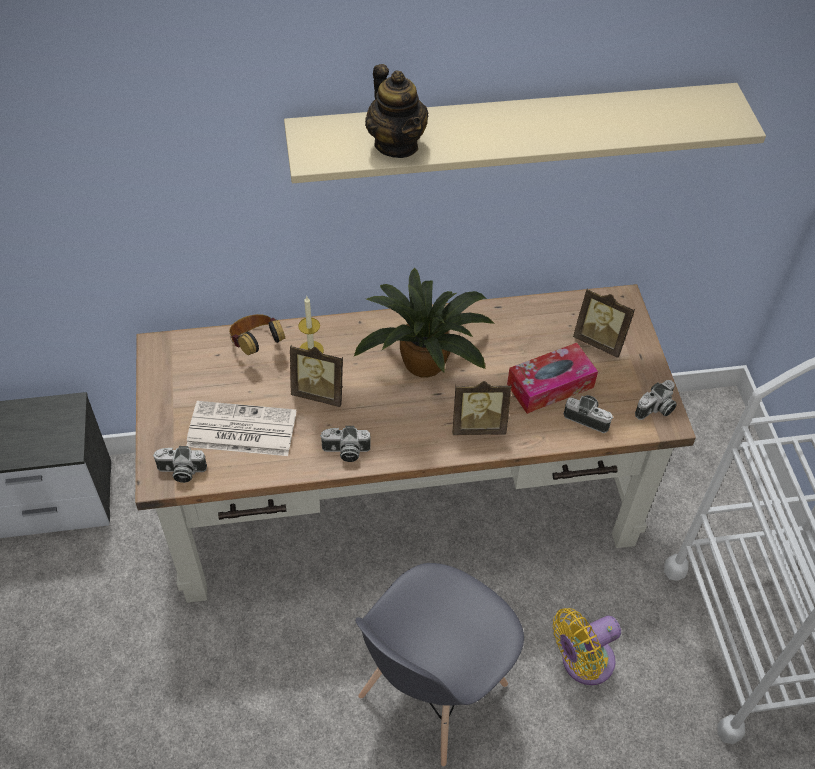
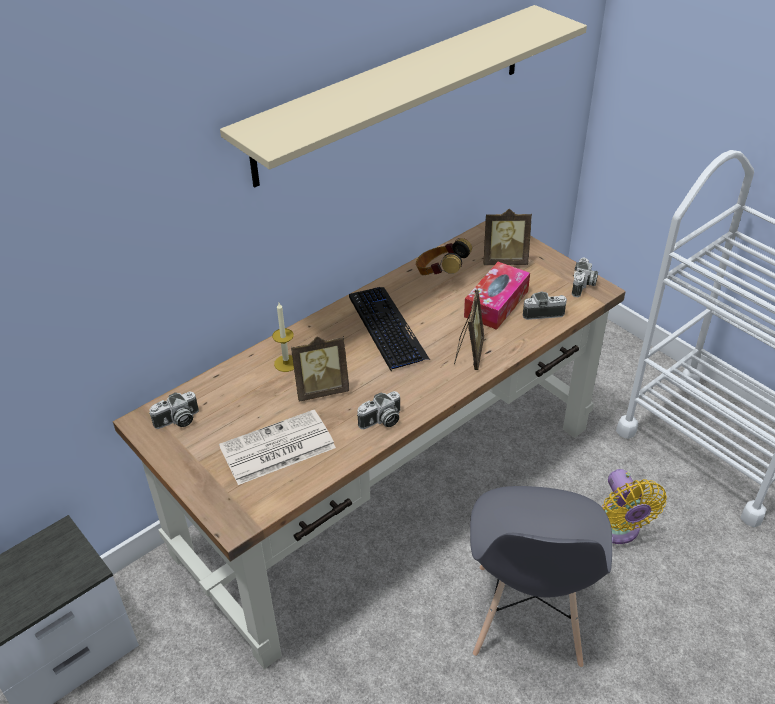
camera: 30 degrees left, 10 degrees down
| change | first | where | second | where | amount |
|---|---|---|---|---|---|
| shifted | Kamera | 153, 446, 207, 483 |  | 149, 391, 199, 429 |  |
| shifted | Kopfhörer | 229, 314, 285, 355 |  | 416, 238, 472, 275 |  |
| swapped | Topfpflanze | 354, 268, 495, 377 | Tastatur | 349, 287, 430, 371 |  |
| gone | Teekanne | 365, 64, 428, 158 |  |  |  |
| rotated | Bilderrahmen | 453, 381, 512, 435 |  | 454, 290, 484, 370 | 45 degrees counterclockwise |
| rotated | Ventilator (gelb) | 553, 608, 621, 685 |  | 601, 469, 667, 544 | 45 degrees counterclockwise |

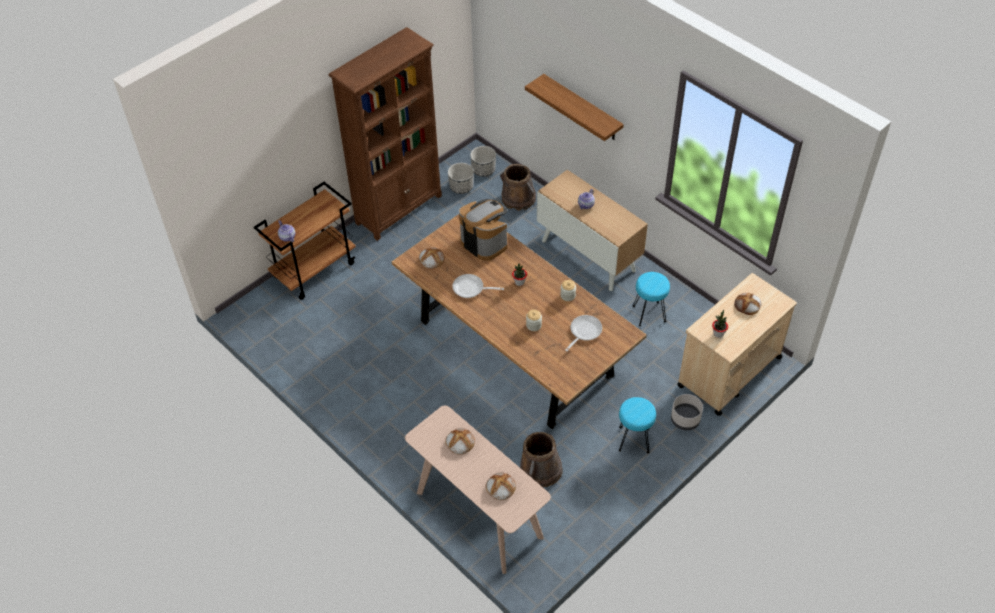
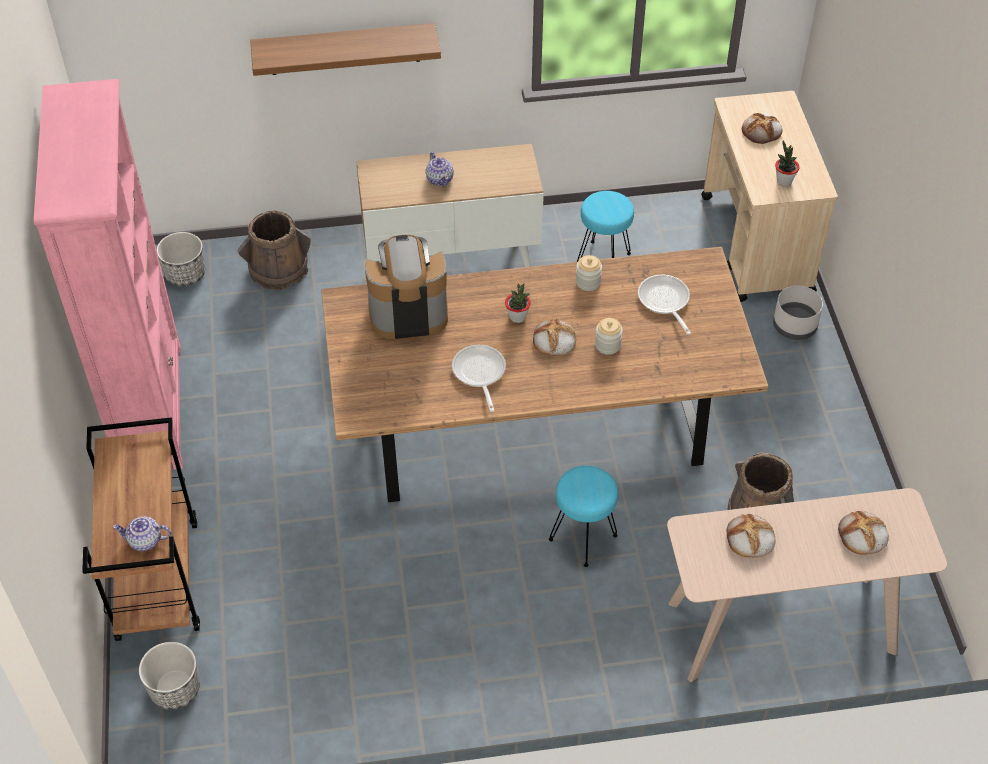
camera: 55 degrees left, 0 degrees up
| change | first | where | second | where | amount |
|---|---|---|---|---|---|
| repainted | Bücherregal (braun) | 329, 27, 442, 241 | Bücherregal (rosa) | 34, 79, 183, 470 |  |
| shifted | Brot | 419, 247, 445, 269 |  | 533, 319, 576, 356 |  |
| shifted | Pflanzkübel | 448, 163, 474, 194 |  | 139, 642, 200, 710 |  |
| rotated | Pfanne | 452, 274, 504, 298 |  | 452, 345, 506, 412 | 120 degrees clockwise |
| shifted | Hocker (türkis) | 619, 397, 656, 453 |  | 549, 466, 618, 567 |  |

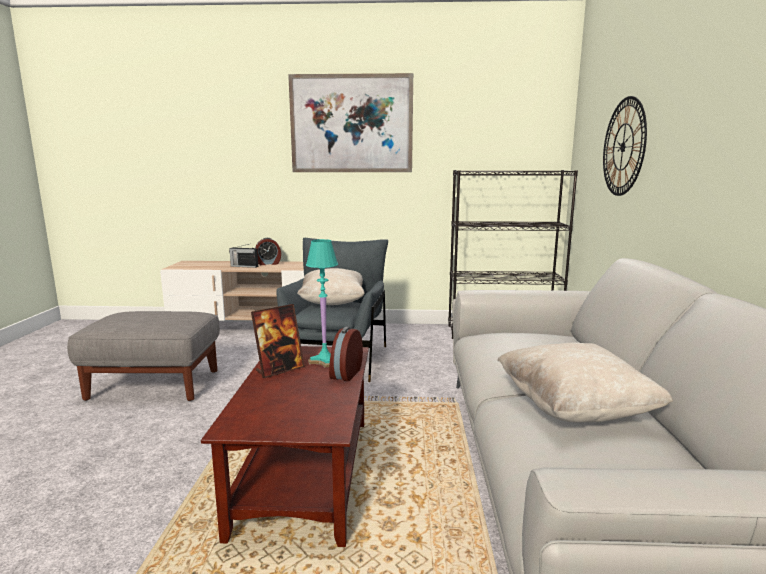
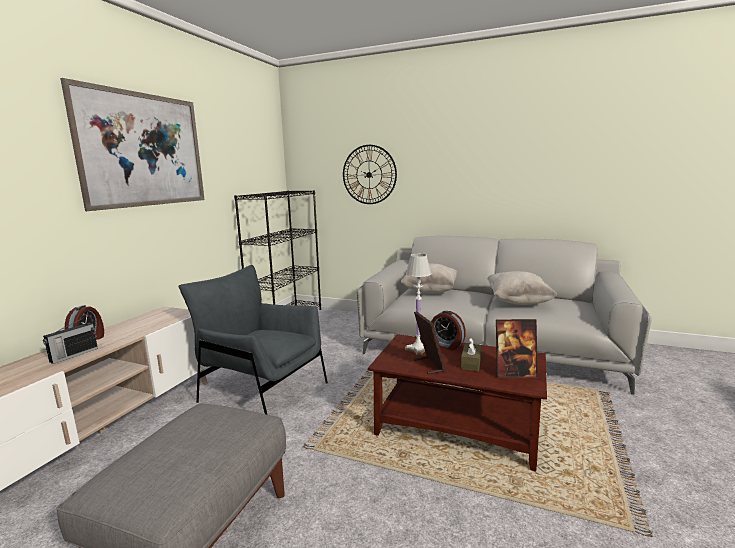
camera: 70 degrees left, 0 degrees up
| change | first | where | second | where | amount |
|---|---|---|---|---|---|
| shifted | Kissen (beige) | 297, 268, 365, 305 |  | 400, 263, 457, 294 |  |
| repainted | Tischlampe (türkis) | 306, 239, 338, 368 | Tischlampe (weiß) | 405, 254, 431, 355 |  |
| new |  |  | Taschentuchbox (braun) | 461, 337, 482, 371 |  |
| new |  |  | Bilderrahmen | 494, 319, 538, 378 |  |

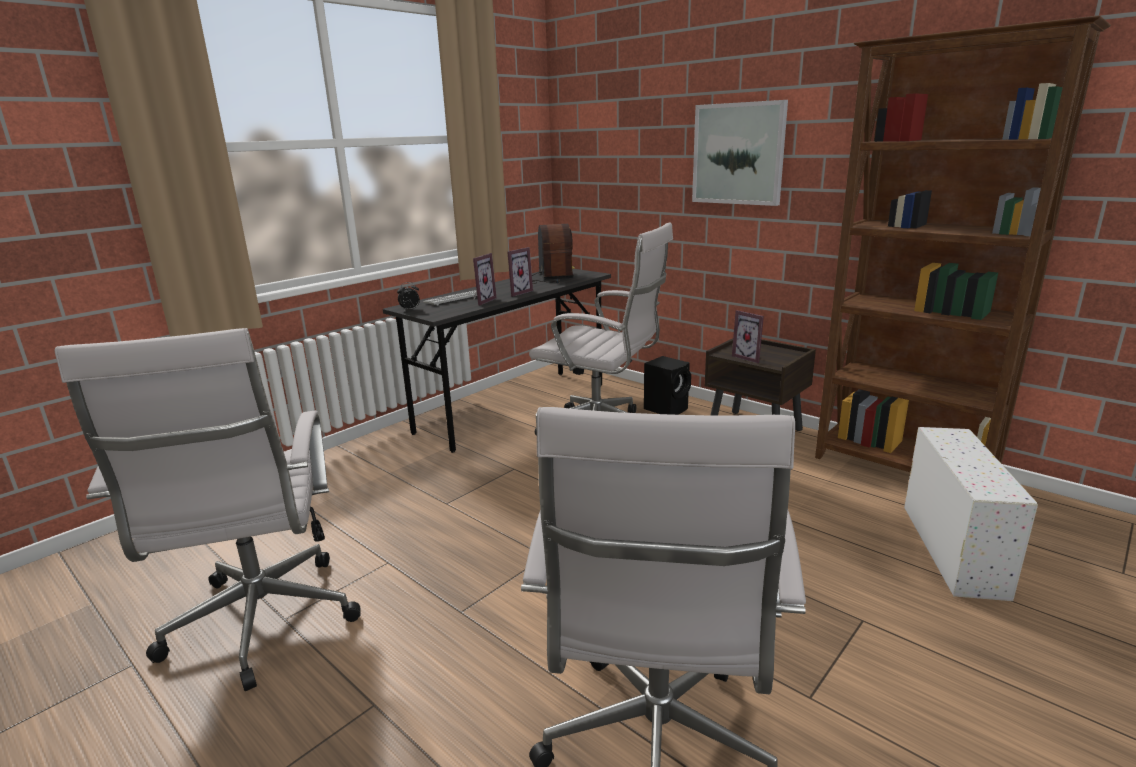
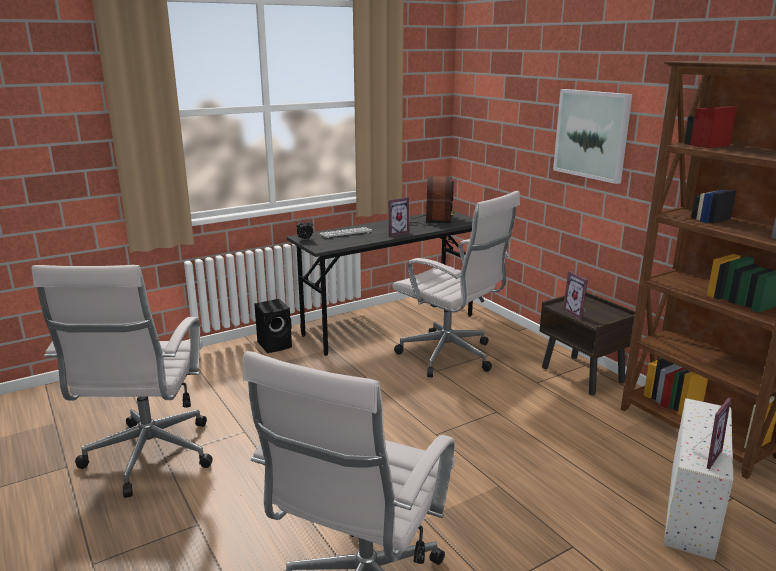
camera: 15 degrees right, 0 degrees up
| change | first | where | second | where | amount |
|---|---|---|---|---|---|
| shifted | Bilderrahmen | 473, 253, 497, 305 |  | 692, 397, 731, 469 |  |
| shifted | Lautsprecher (schwarz) | 644, 356, 691, 415 |  | 254, 299, 292, 353 |  |

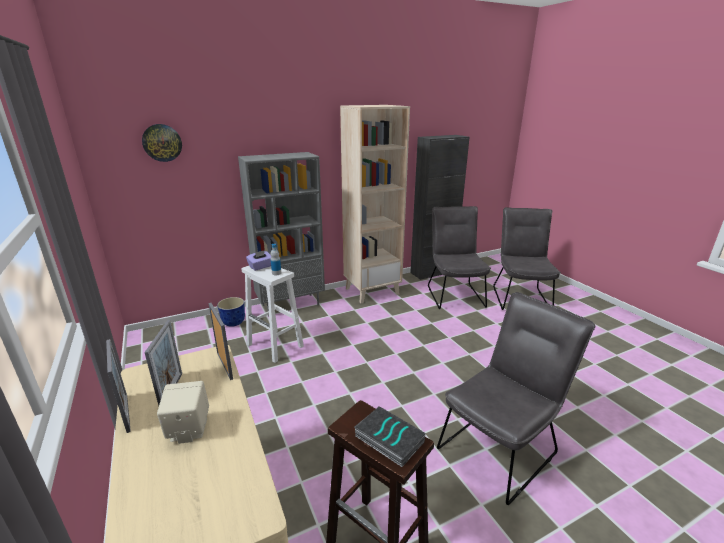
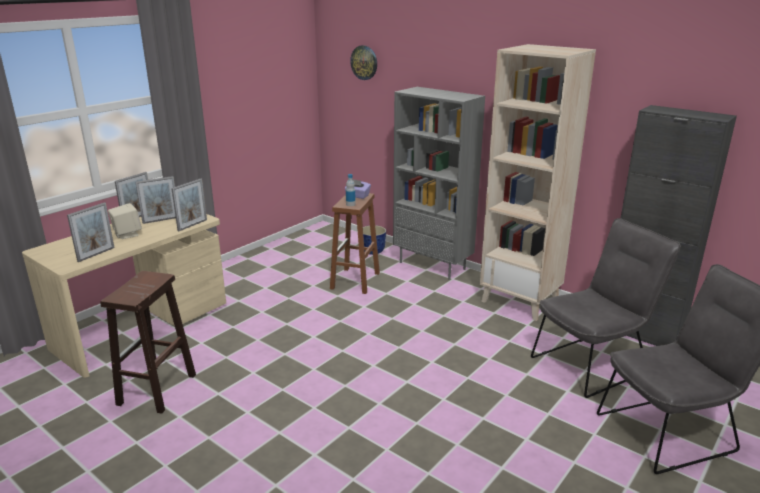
camera: 65 degrees right, 0 degrees up
| change | first | where | second | where | amount |
|---|---|---|---|---|---|
| repainted | Hocker (weiß) | 242, 266, 304, 363 | Hocker (braun) | 330, 193, 380, 294 |  |
| gone | Buch | 354, 406, 426, 467 |  |  |  |
| gone | Stuhl (grau) | 437, 292, 595, 505 |  |  |  |
| new |  |  | Bilderrahmen | 67, 202, 115, 262 |  |

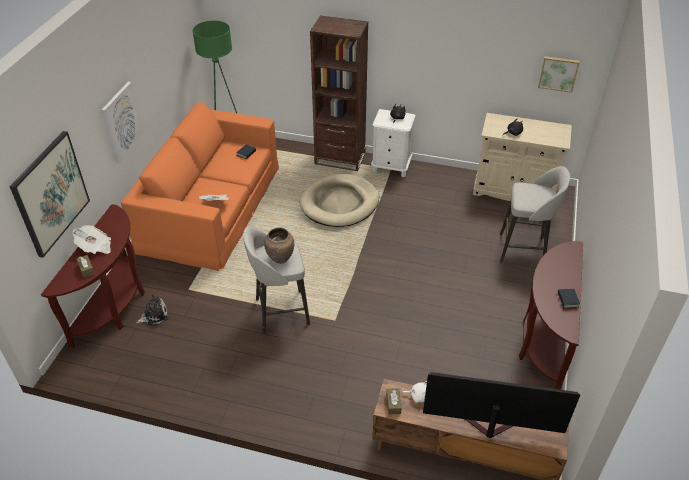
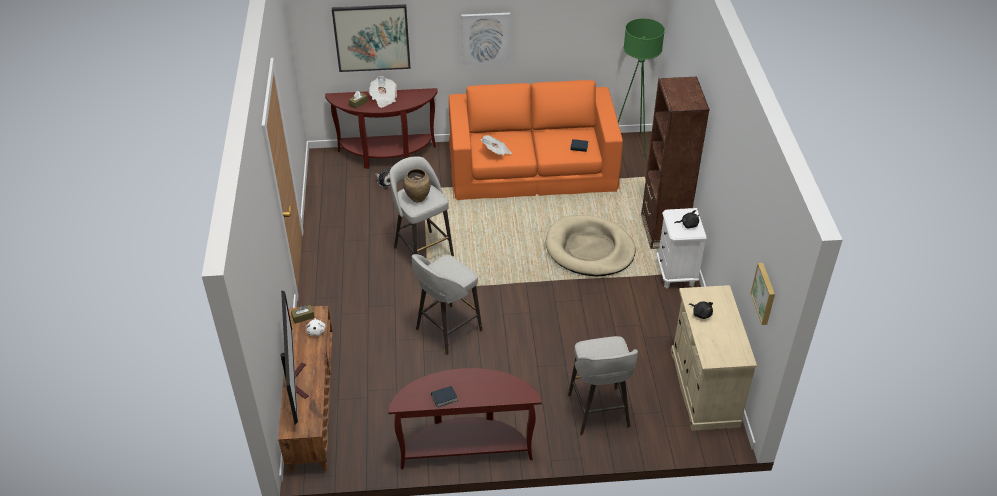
camera: 70 degrees right, 0 degrees up
| change | first | where | second | where | amount |
|---|---|---|---|---|---|
| new |  |  | Hocker (grau) | 412, 254, 483, 355 |  |

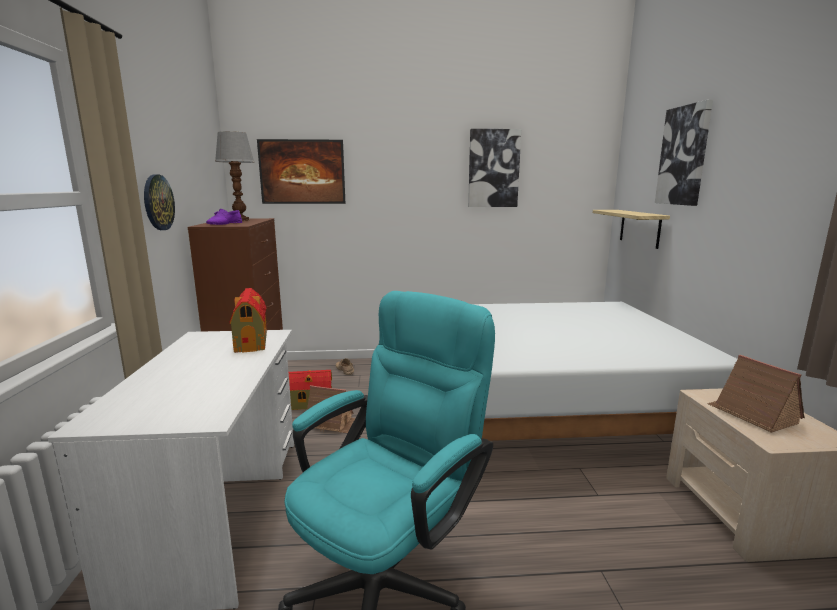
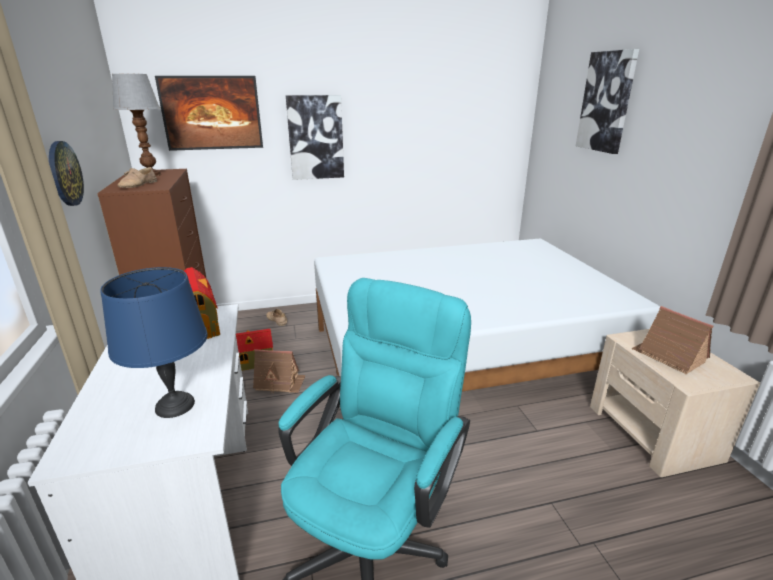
camera: 10 degrees left, 10 degrees up
| change | first | where | second | where | amount |
|---|---|---|---|---|---|
| repainted | Schuh (lila) | 206, 209, 242, 225 | Schuh (beige) | 117, 167, 157, 188 |  |
| shifted | Bild | 468, 129, 521, 207 |  | 286, 95, 344, 180 |  |
| gone | Wandregal | 593, 210, 670, 249 |  |  |  |
| new |  |  | Tischlampe (blau) | 101, 267, 208, 418 |  |

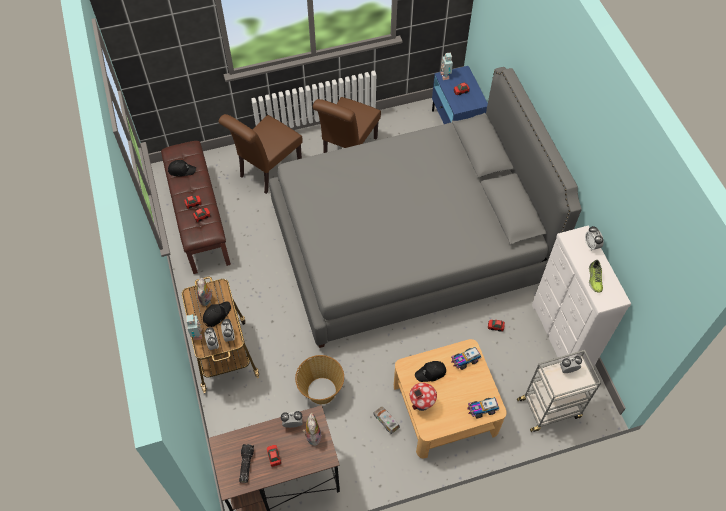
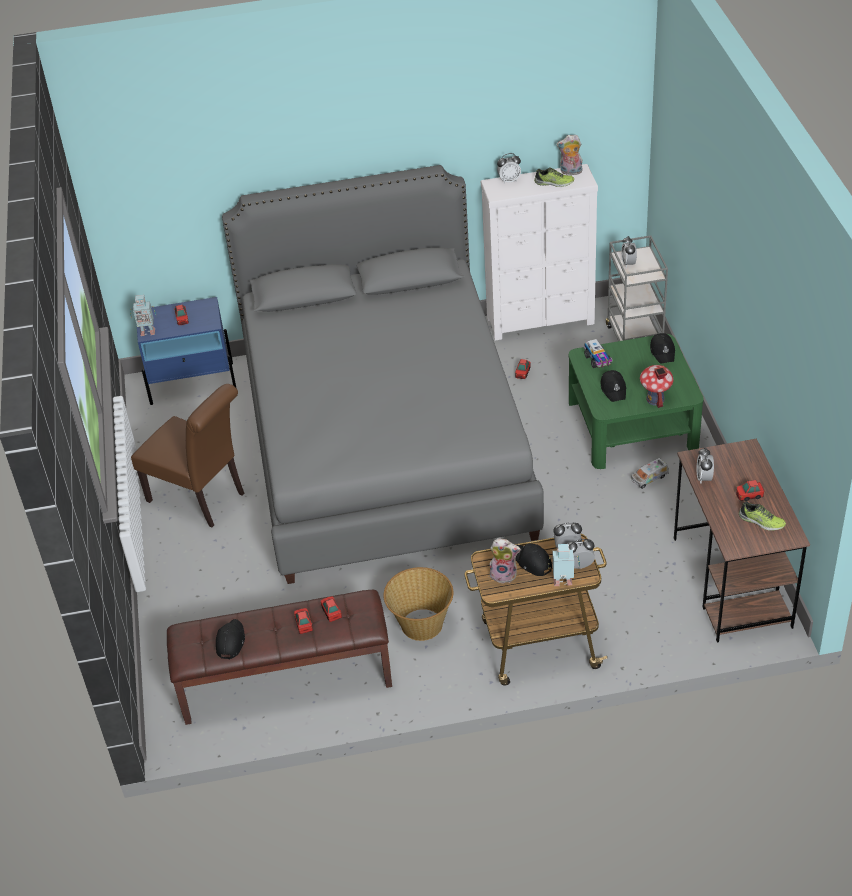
camera: 80 degrees left, 15 degrees down
| change | first | where | second | where | amount |
|---|---|---|---|---|---|
| gone | Stuhl (braun) | 219, 114, 303, 194 |  |  |  |
| swapped | Taschenlampe | 239, 444, 254, 483 | Schuh | 739, 502, 786, 531 |  |
| shifted | Korb | 295, 355, 344, 404 |  | 383, 567, 453, 641 |  |
| shifted | Plüschtier | 303, 413, 322, 446 |  | 557, 134, 583, 175 |  |
| repainted | Couchtisch (beige) | 394, 339, 507, 458 | Couchtisch (grün) | 569, 334, 704, 469 |  |
| swapped | Spielzeuglaster | 467, 397, 500, 419 | Kappe (schwarz) | 650, 333, 675, 363 |  |

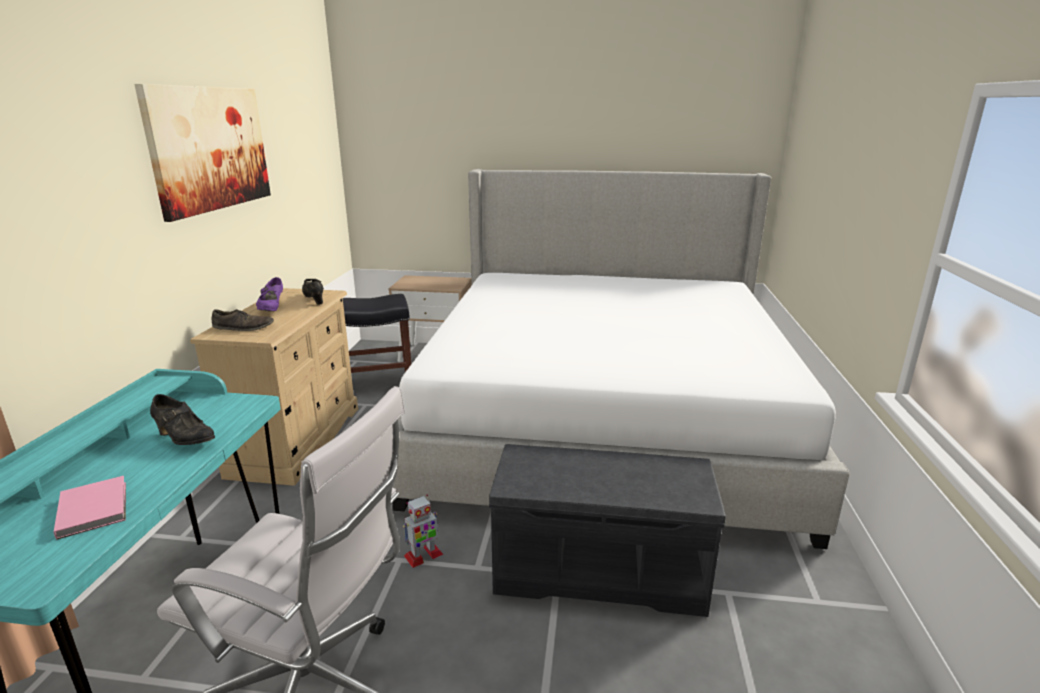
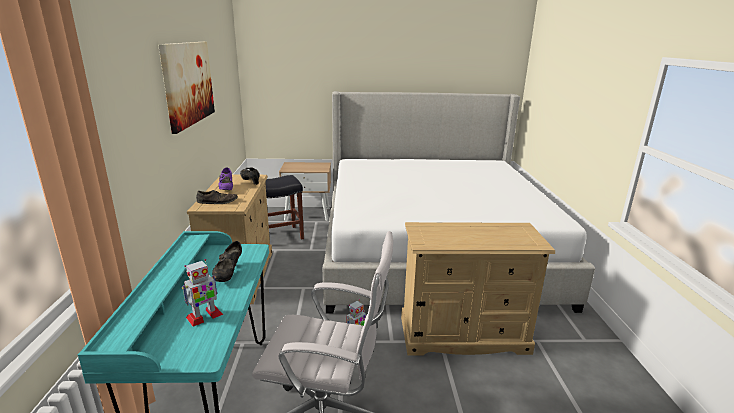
camera: 10 degrees left, 0 degrees up
| change | first | where | second | where | amount |
|---|---|---|---|---|---|
| swapped | Buch (rosa) | 54, 476, 126, 540 | Spielzeugroboter | 182, 259, 223, 327 |  |
| rotated | Schuh (schwarz) | 150, 394, 215, 445 |  | 212, 241, 242, 282 | 75 degrees clockwise |
| swapped | Bank (grau) | 489, 444, 726, 617 | Kommode (beige) | 401, 222, 555, 356 |  |

